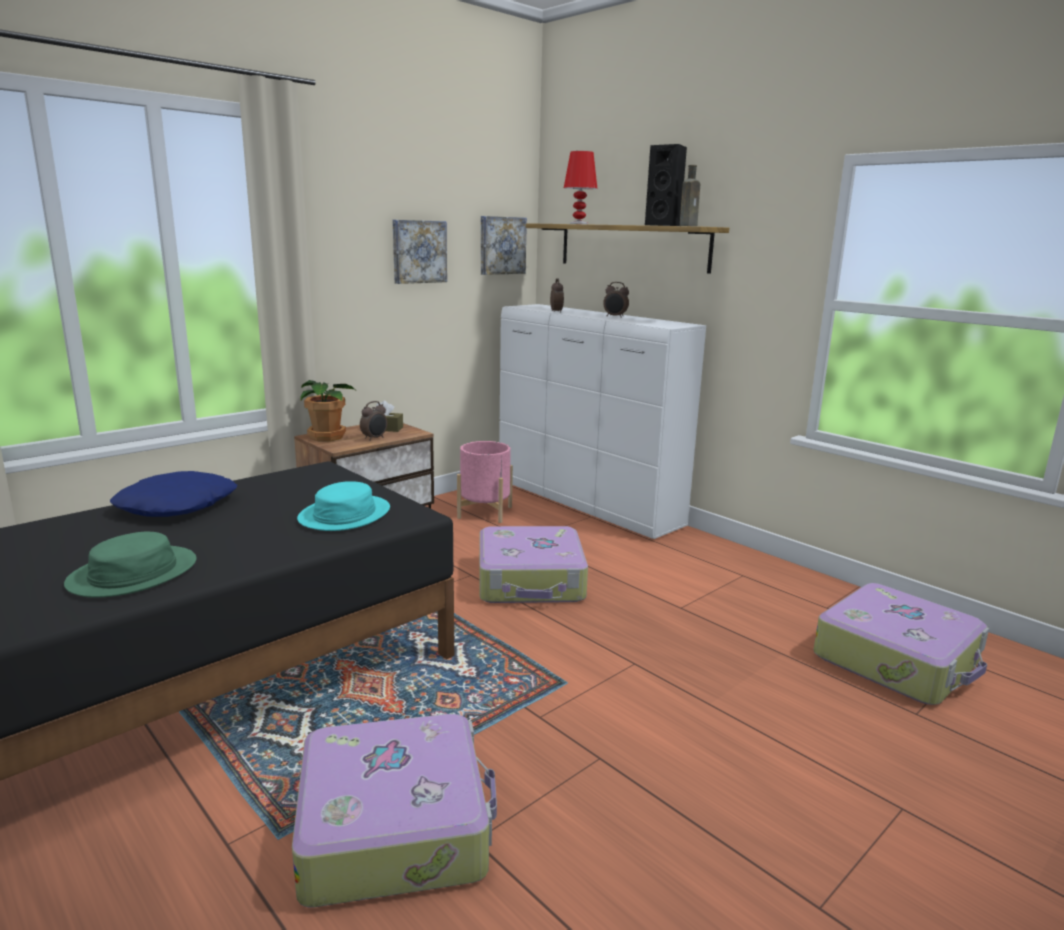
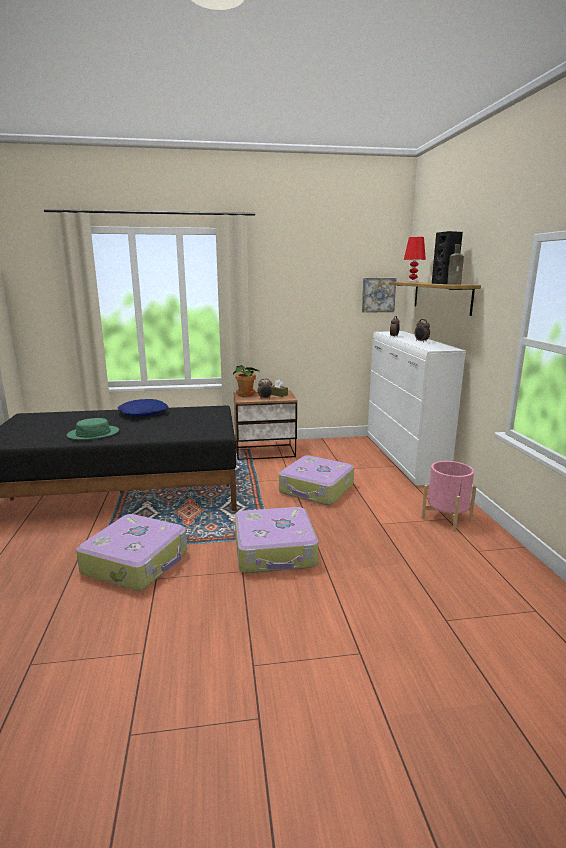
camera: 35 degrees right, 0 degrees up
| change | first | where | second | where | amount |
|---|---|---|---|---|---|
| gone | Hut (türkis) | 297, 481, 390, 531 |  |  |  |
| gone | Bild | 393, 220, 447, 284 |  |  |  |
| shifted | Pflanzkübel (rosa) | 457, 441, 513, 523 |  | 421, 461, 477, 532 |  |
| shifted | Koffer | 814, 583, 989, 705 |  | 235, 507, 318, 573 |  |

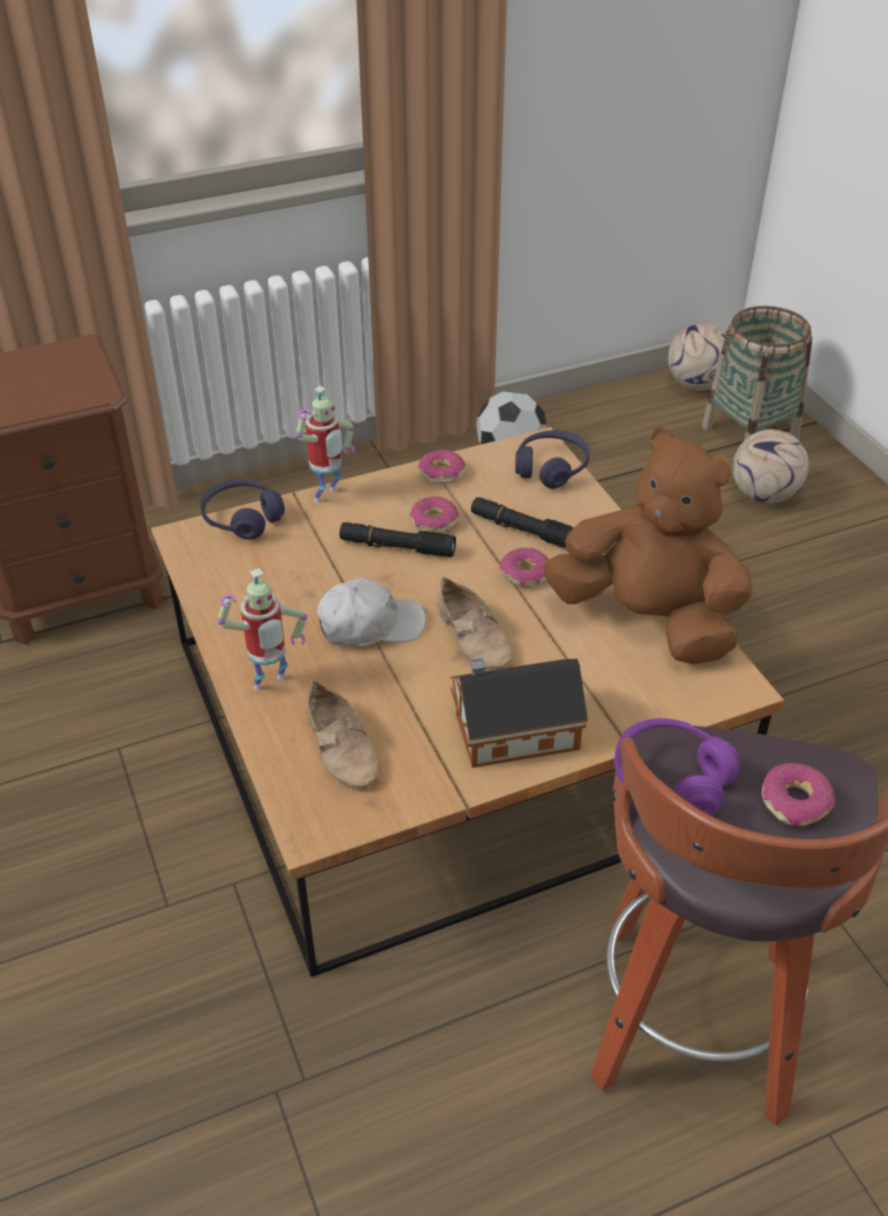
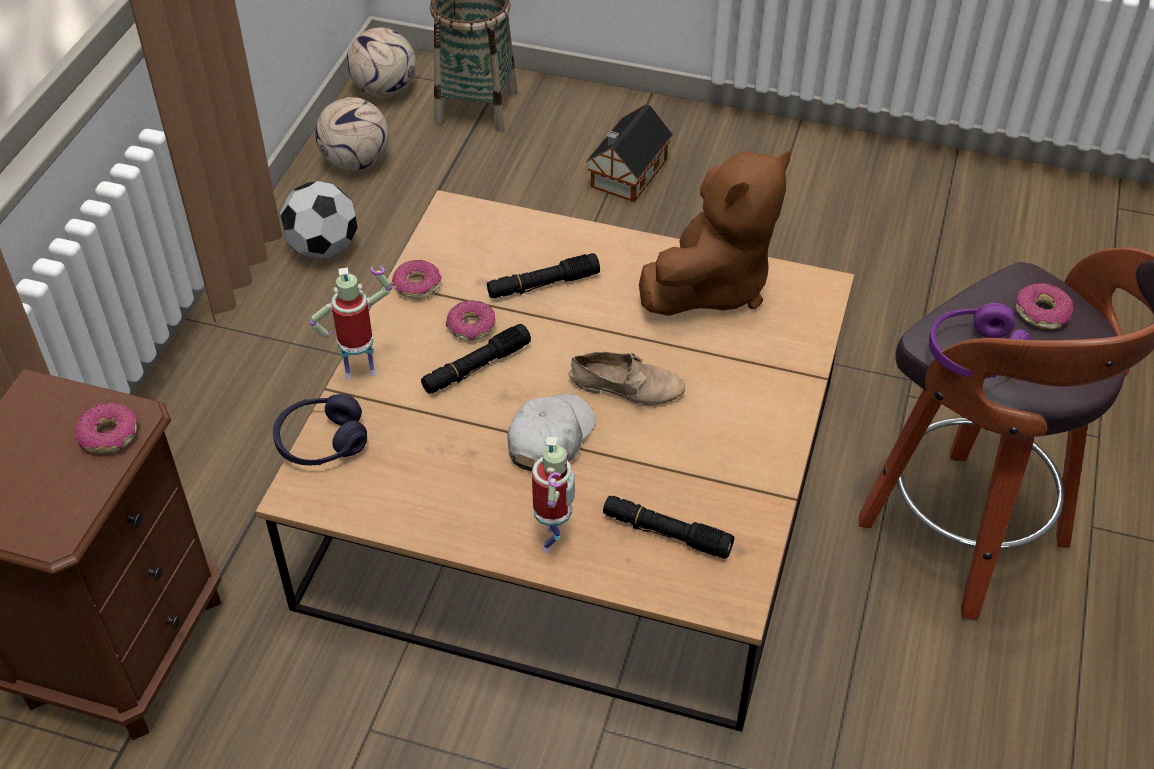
camera: 50 degrees left, 5 degrees up
| change | first | where | second | where | amount |
|---|---|---|---|---|---|
| rotated | Spielzeugroboter | 296, 386, 355, 503 |  | 310, 266, 392, 380 | 90 degrees counterclockwise |
| swapped | Schuh (beige) | 306, 680, 379, 789 | Taschenlampe (schwarz) | 603, 496, 734, 559 |  |
| shifted | Spielzeughaus | 450, 658, 588, 768 |  | 586, 104, 673, 202 |  |
| shifted | Donut | 500, 548, 549, 587 |  | 75, 403, 137, 453 |  |
| gone | Kopfhörer (lila) | 515, 430, 589, 489 |  |  |  |
| rotated | Plüschtier (braun) | 543, 427, 753, 665 |  | 639, 151, 791, 316 | 150 degrees clockwise |
| shifted | Fußball | 733, 429, 809, 503 |  | 315, 97, 389, 170 |  |

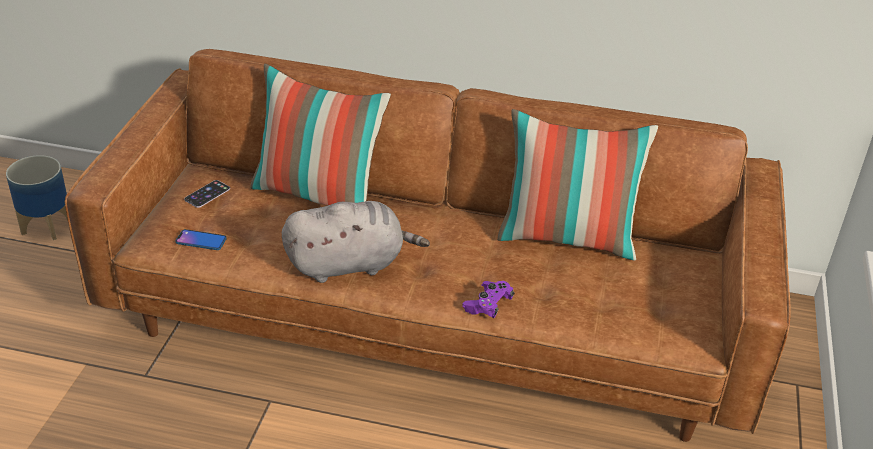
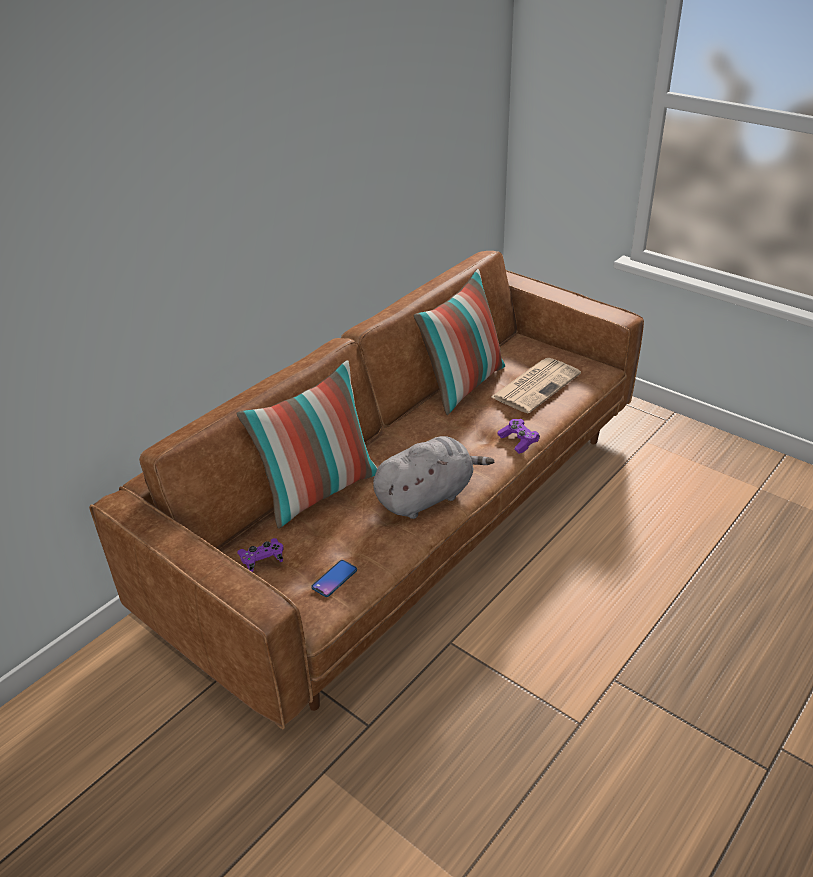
camera: 60 degrees left, 0 degrees up
| change | first | where | second | where | amount |
|---|---|---|---|---|---|
| gone | Pflanzkübel | 6, 155, 68, 240 |  |  |  |
| swapped | Handy | 184, 180, 230, 208 | Gamepad (lila) | 237, 538, 284, 572 |  |
| rotated | Plüschtier (grau) | 282, 201, 430, 283 |  | 373, 436, 494, 519 | 45 degrees clockwise |
| new |  |  | Zeitung | 491, 358, 581, 413 |  |

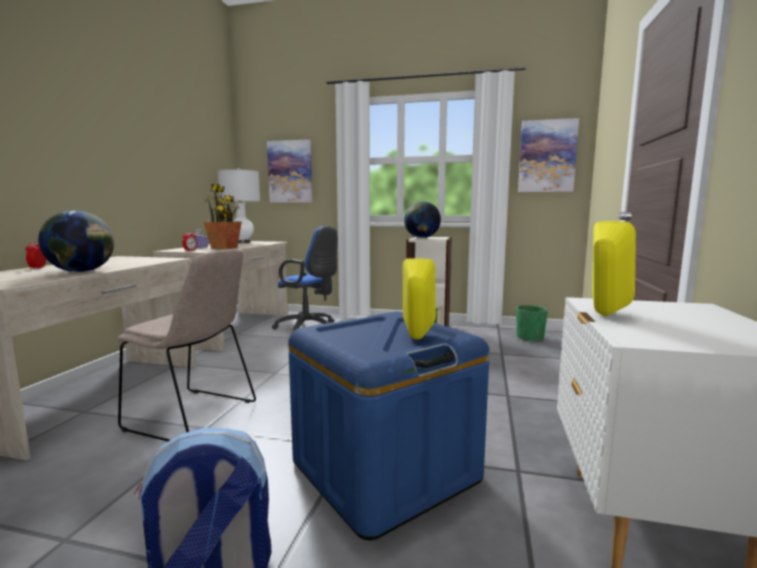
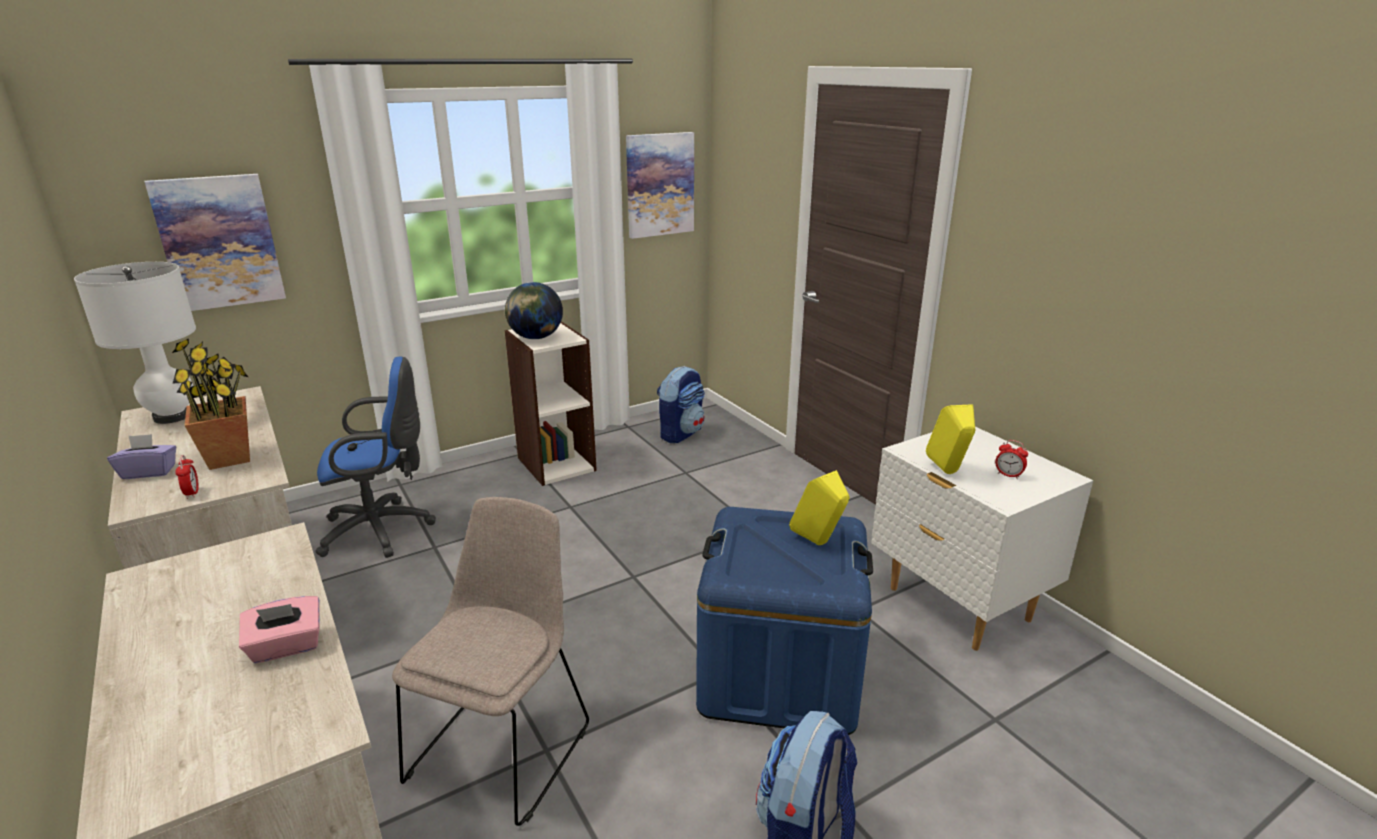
camera: 45 degrees left, 15 degrees up
| change | first | where | second | where | amount |
|---|---|---|---|---|---|
| shifted | Wecker | 25, 240, 46, 270 |  | 995, 440, 1028, 479 |  |
| swapped | Globus | 38, 211, 114, 272 | Taschentuchbox (rosa) | 239, 596, 320, 663 |  |
| rotated | Stuhl (beige) | 118, 249, 256, 441 |  | 392, 497, 589, 826 | 45 degrees counterclockwise |
| swapped | Pflanzkübel (grün) | 516, 305, 548, 341 | Rucksack | 657, 366, 705, 443 |  |

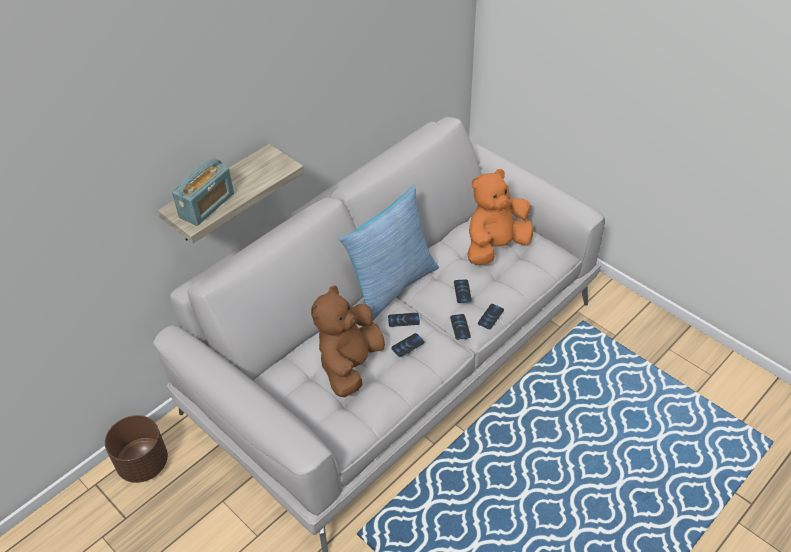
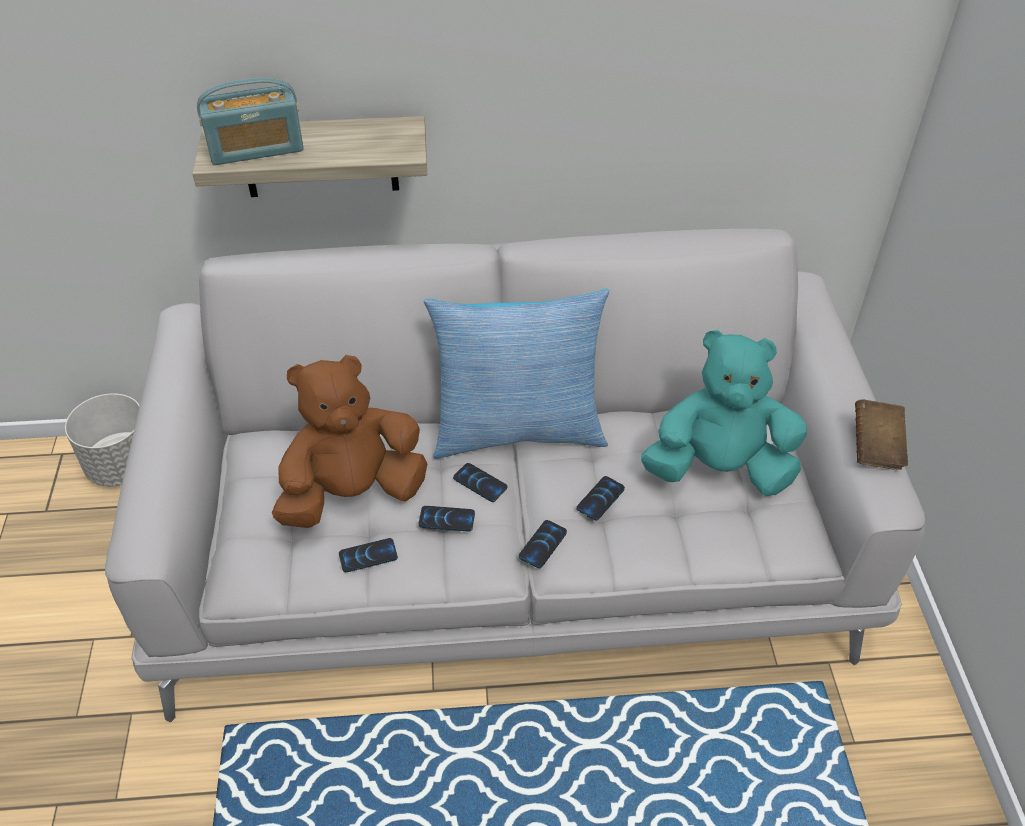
camera: 40 degrees right, 0 degrees up
| change | first | where | second | where | amount |
|---|---|---|---|---|---|
| repainted | Pflanzkübel (braun) | 105, 415, 168, 483 | Pflanzkübel (grau) | 65, 393, 139, 486 |  |
| repainted | Plüschtier (orange) | 467, 169, 533, 265 | Plüschtier (türkis) | 641, 330, 807, 496 |  |
| shifted | Handy | 478, 304, 504, 329 |  | 339, 538, 398, 572 |  |
| new |  |  | Buch (braun) | 855, 399, 908, 470 |  |

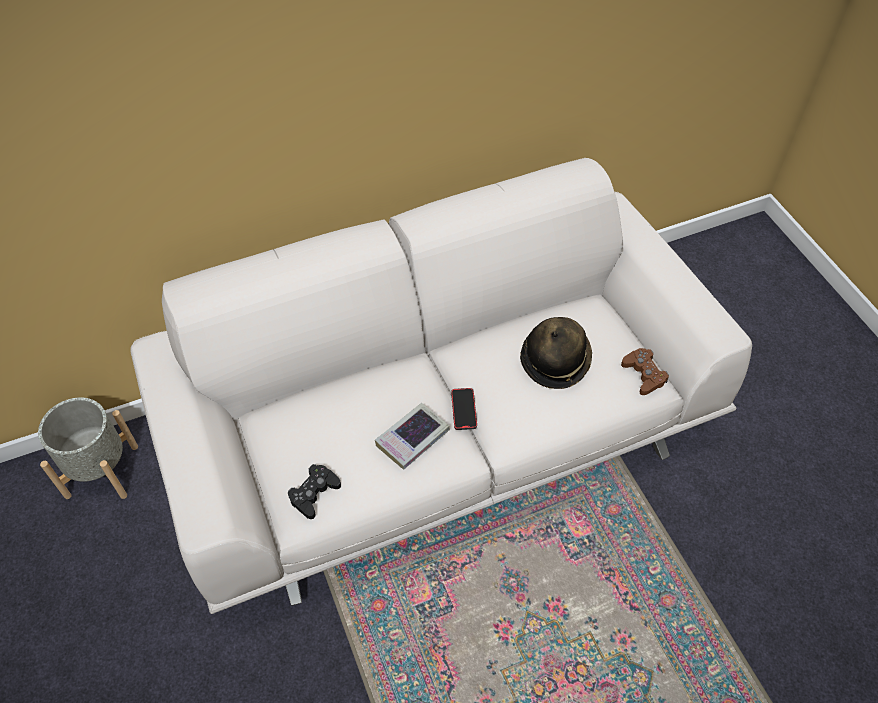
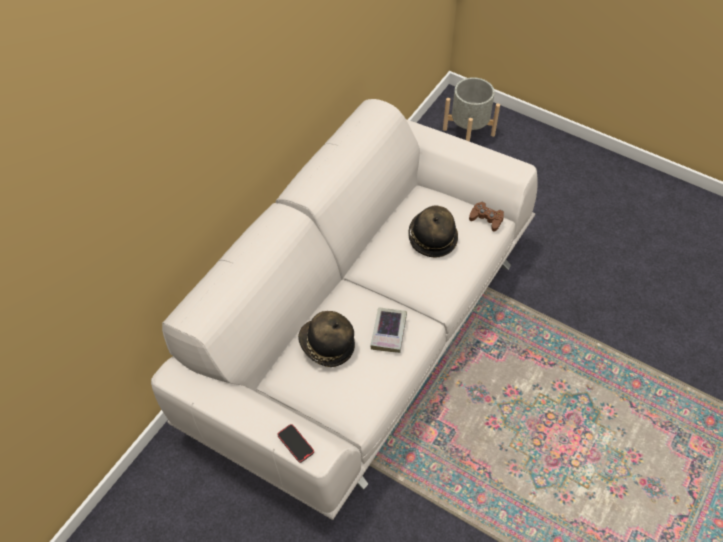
camera: 35 degrees left, 0 degrees up
| change | first | where | second | where | amount |
|---|---|---|---|---|---|
| shifted | Pflanzkübel (grau) | 38, 397, 138, 499 |  | 443, 77, 500, 142 |  |
| gone | Gamepad (schwarz) | 288, 464, 341, 519 |  |  |  |
| shifted | Handy | 451, 388, 477, 430 |  | 277, 424, 314, 463 |  |
| new |  |  | Hut | 298, 311, 355, 367 |  |

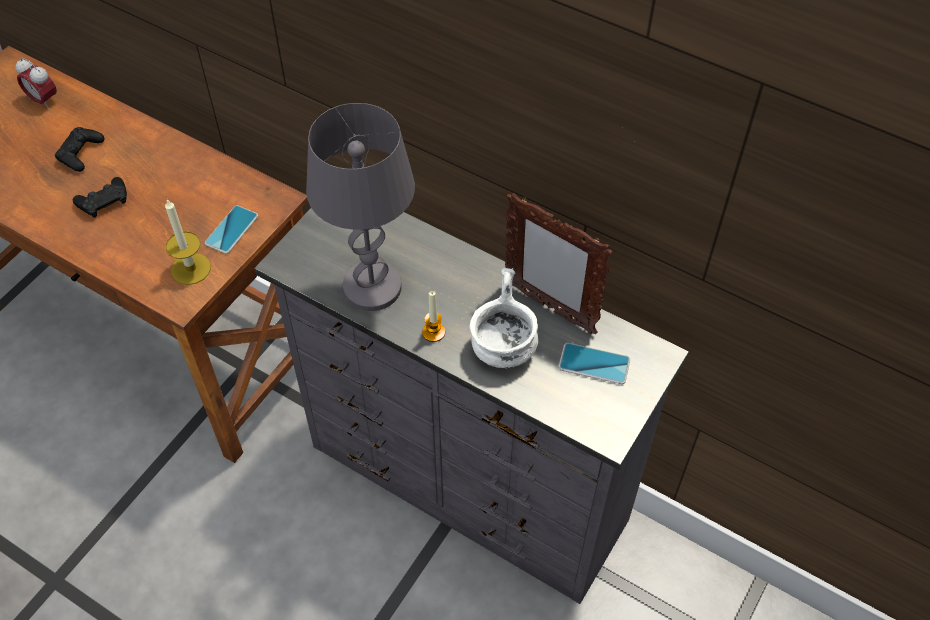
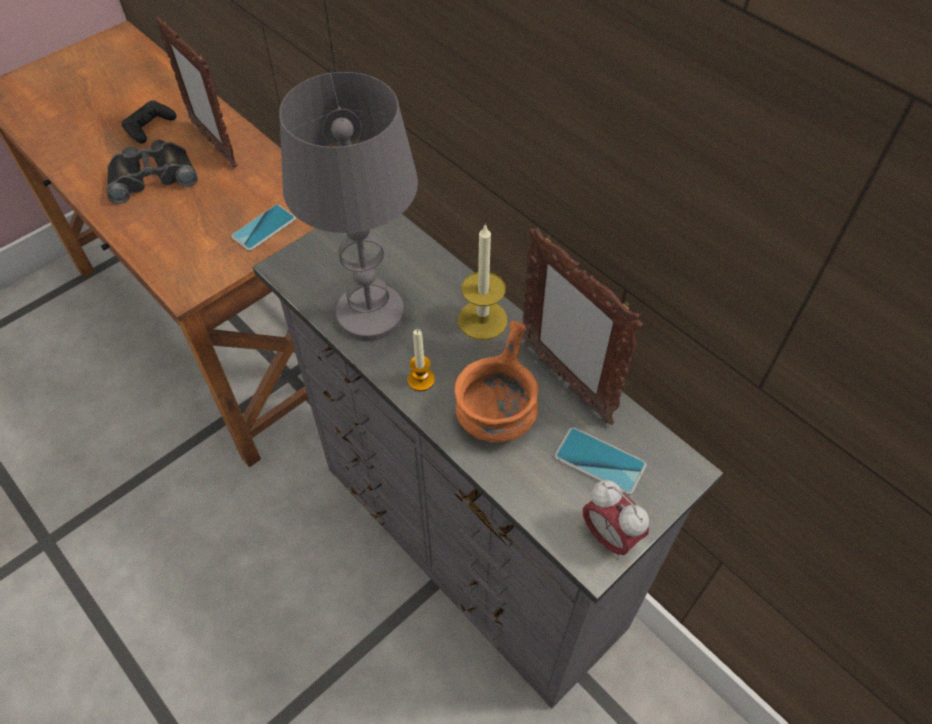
camera: 15 degrees right, 0 degrees up
| change | first | where | second | where | amount |
|---|---|---|---|---|---|
| shifted | Wecker | 16, 58, 57, 109 |  | 583, 480, 649, 559 |  |
| swapped | Gamepad (schwarz) | 73, 177, 127, 218 | Fernglas (schwarz) | 107, 140, 198, 204 |  |
| shifted | Kerze | 165, 199, 211, 285 |  | 458, 223, 507, 340 |  |
| repainted | Schüssel (weiß) | 469, 268, 538, 369 | Schüssel (orange) | 455, 321, 539, 443 |  |
| new |  |  | Bilderrahmen | 155, 16, 238, 168 |  |

